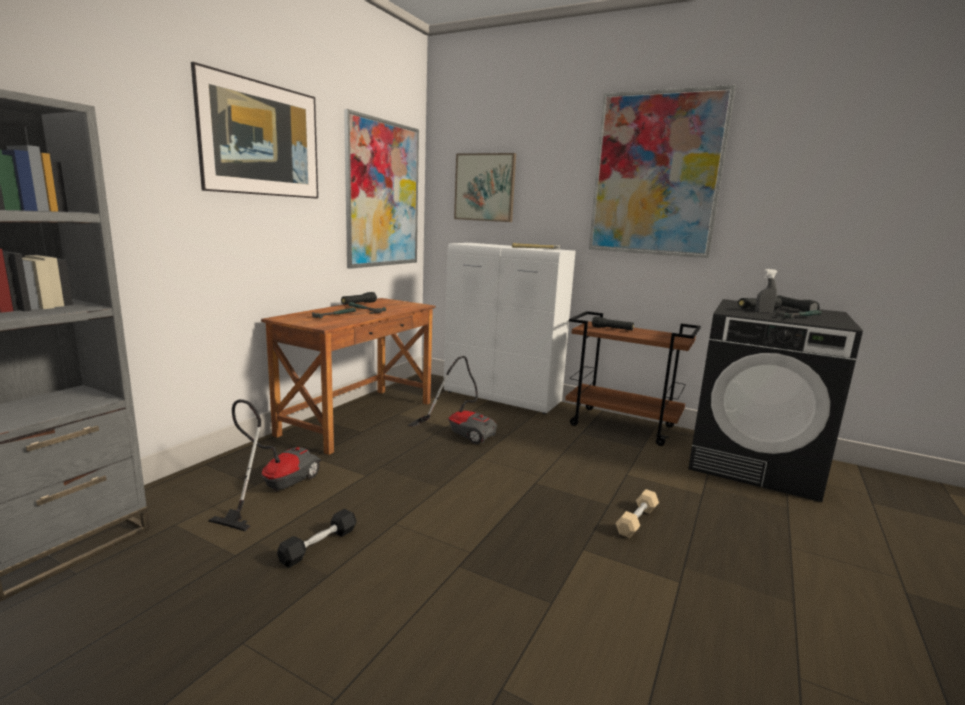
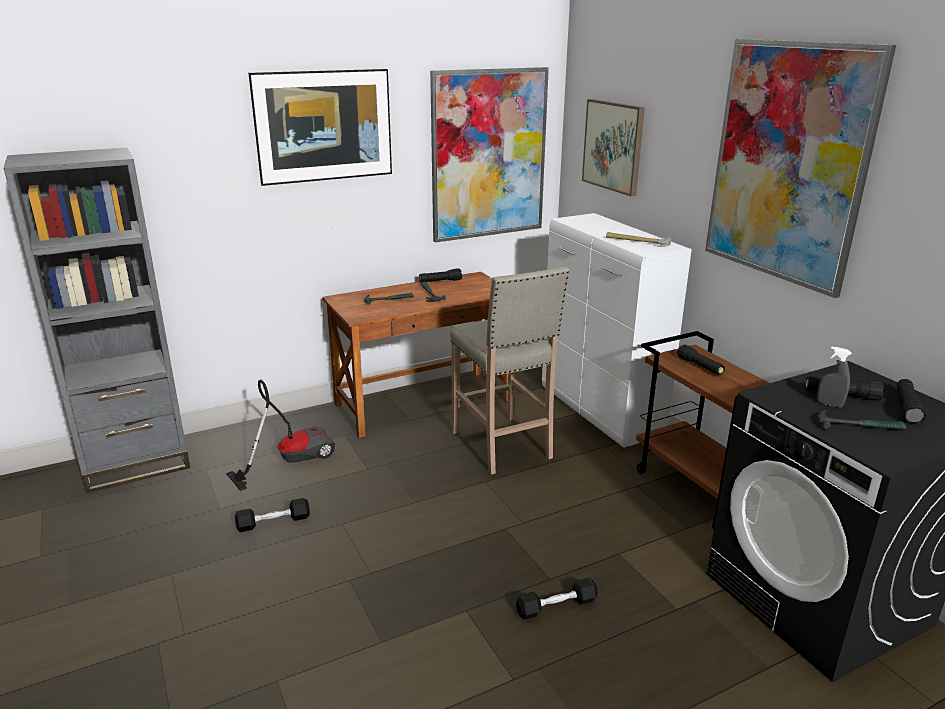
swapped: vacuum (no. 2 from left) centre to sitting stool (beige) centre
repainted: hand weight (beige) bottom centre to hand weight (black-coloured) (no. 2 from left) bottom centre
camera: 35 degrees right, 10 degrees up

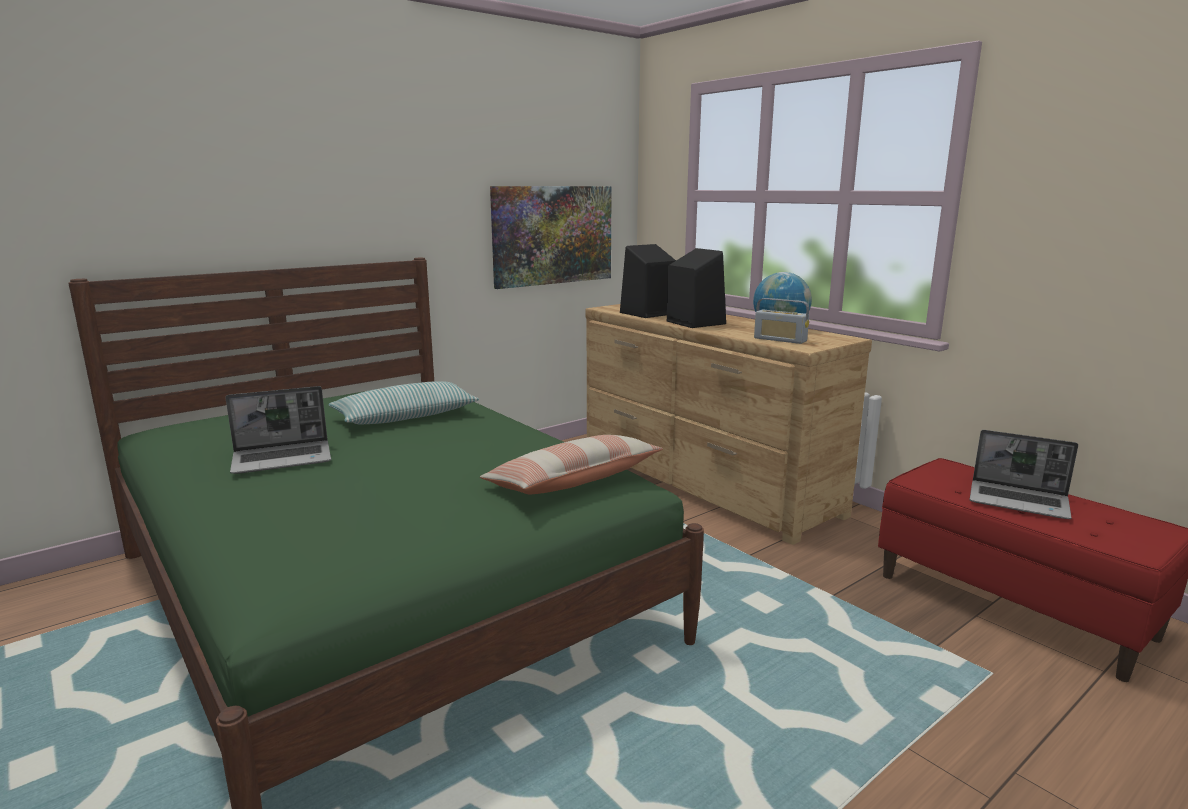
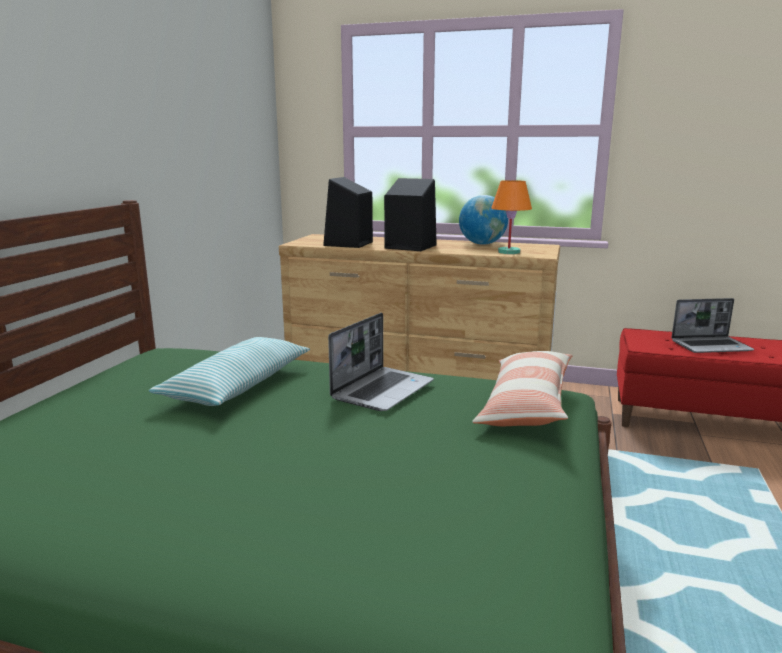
gone: picture top centre
shifted: laptop (no. 1 from left) middle left to centre
swapped: radio receiver centre to table lamp (orangey) top centre
camera: 35 degrees left, 0 degrees up

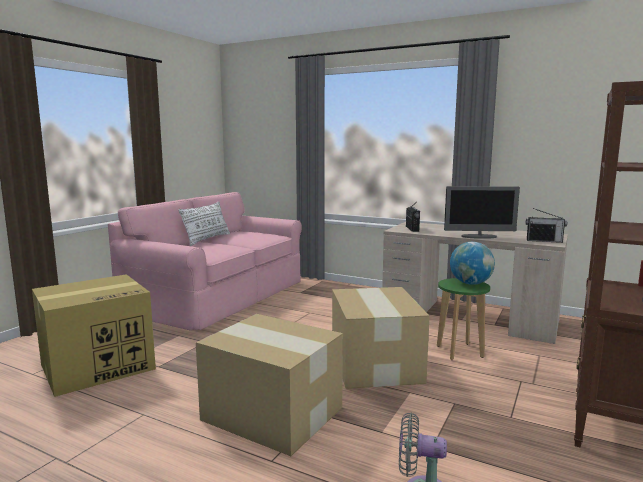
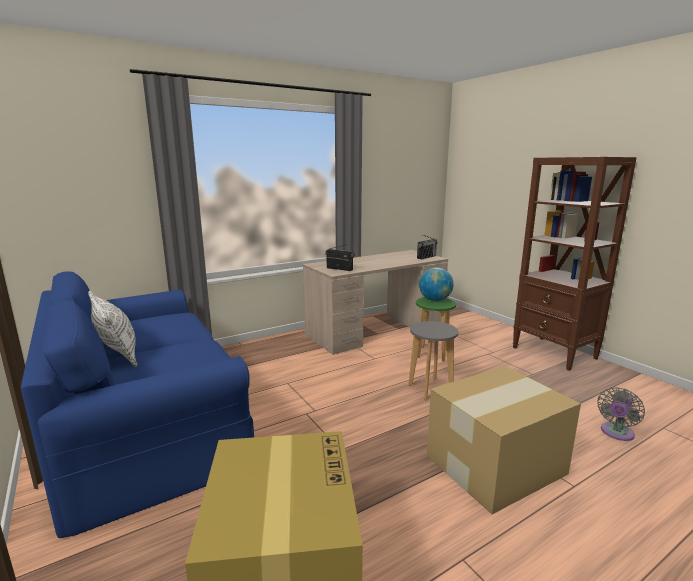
gone: computer screen middle right
swapped: cardboard box (no. 3 from left) bottom centre to sitting stool (greyish) centre
repainted: couch (pink) middle left to couch (bluish) bottom left
camera: 60 degrees left, 5 degrees up

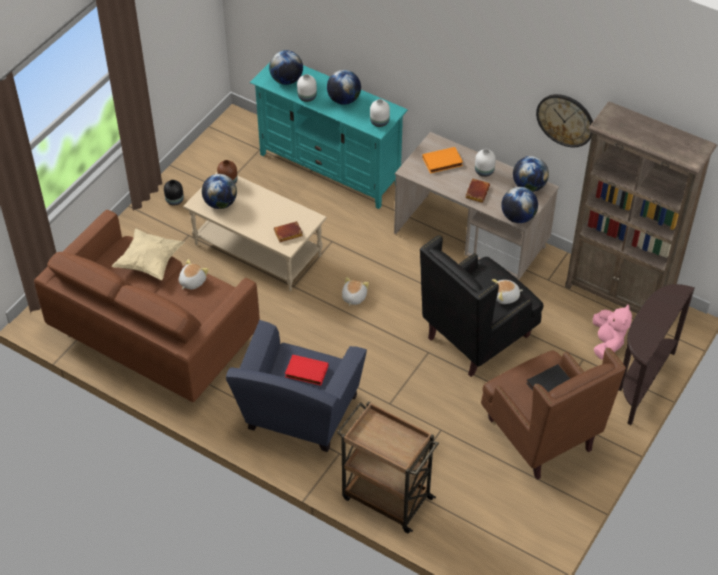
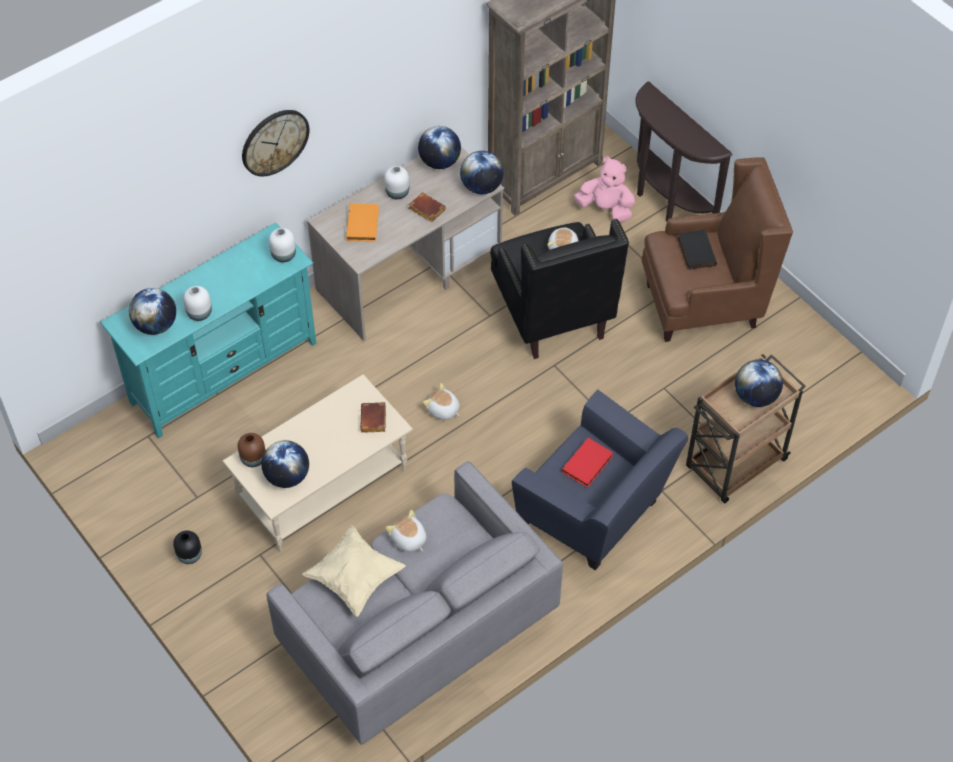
shifted: world globe (no. 3 from left in the first image) top centre to world globe (no. 5 from left) middle right; clock on the wall top right to top left
repainted: couch (brownish) middle left to couch (greyish) bottom centre
camera: 70 degrees left, 5 degrees up

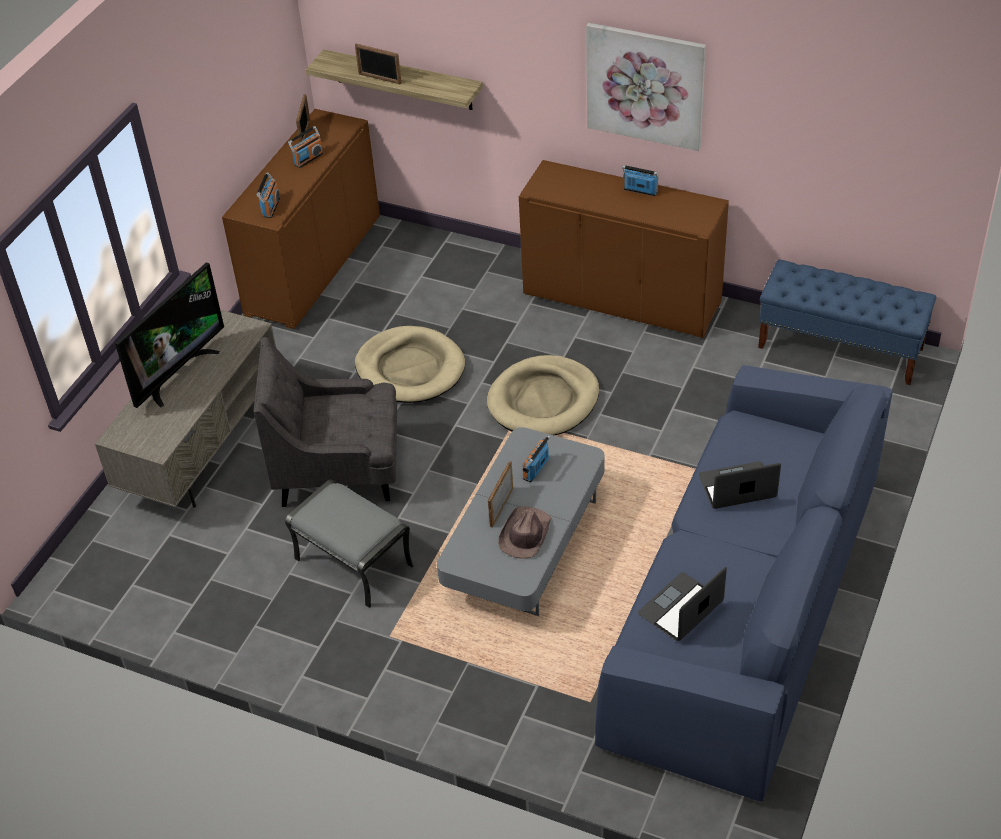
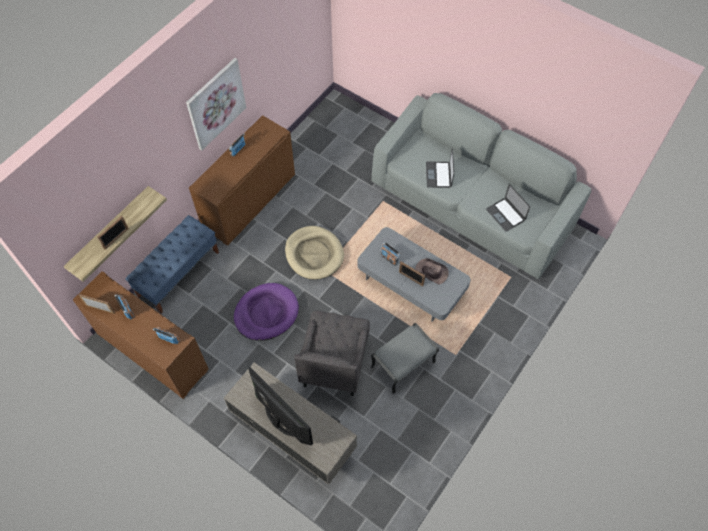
shifted: long seat (bluish) middle right to middle left
repainted: dog cushion (beige) (no. 1 from left) centre to dog cushion (purple-coloured) centre; couch (bluish) bottom right to couch (greyish) middle right
camera: 80 degrees left, 15 degrees up

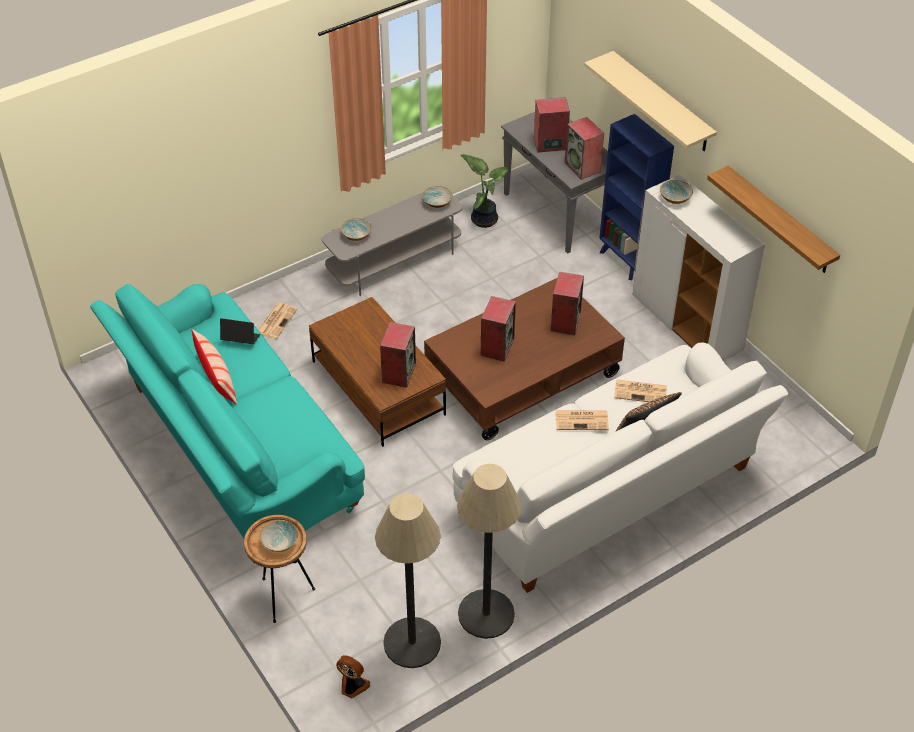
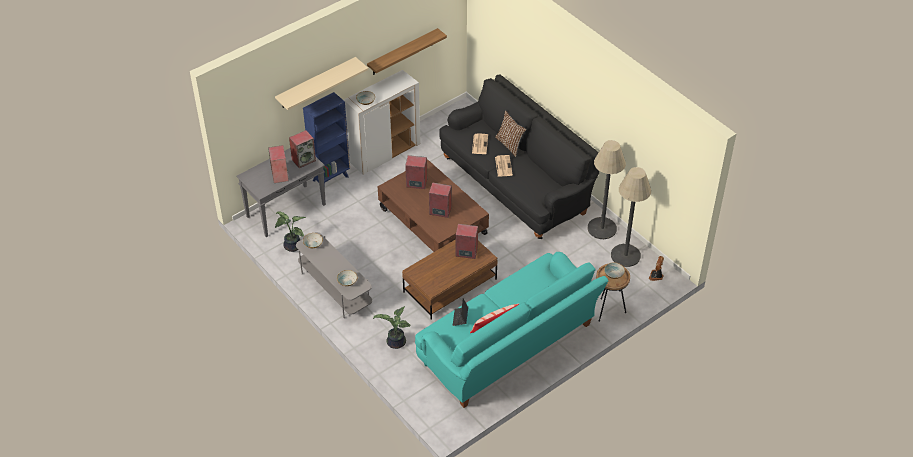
swapped: daily paper (no. 1 from left) middle left to houseplant (no. 2 from left) bottom centre
repainted: couch (whitish) middle right to couch (black-coloured) centre
camera: 95 degrees left, 0 degrees up

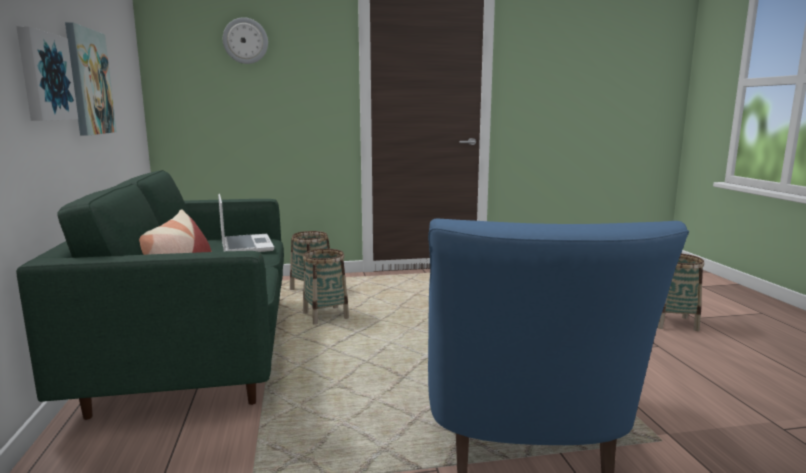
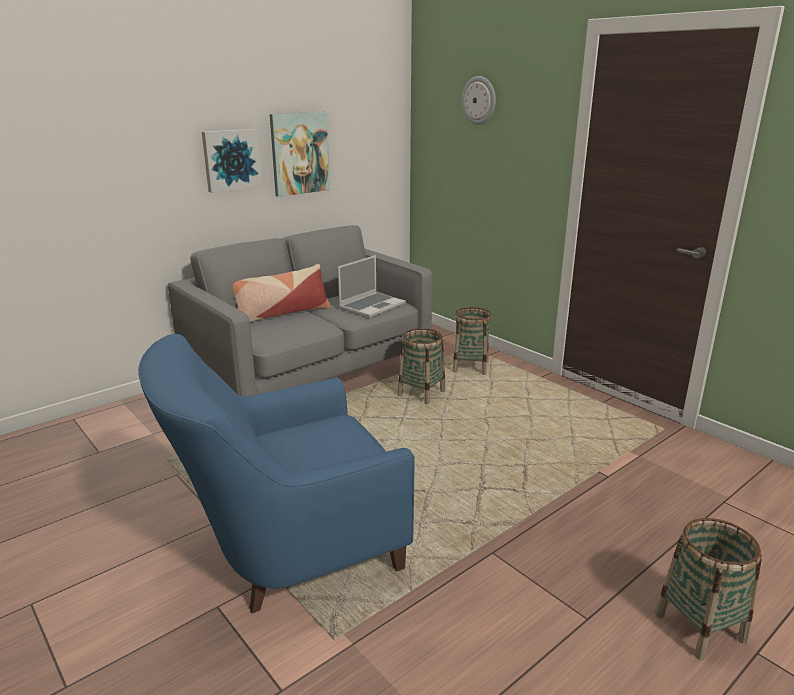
repainted: couch (green) middle left to couch (greyish) centre
camera: 60 degrees right, 10 degrees up

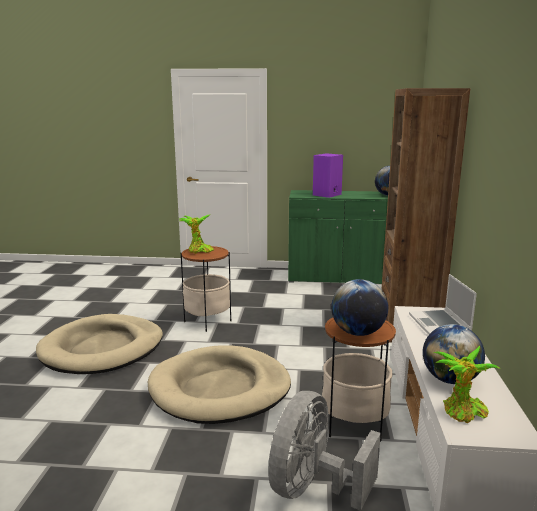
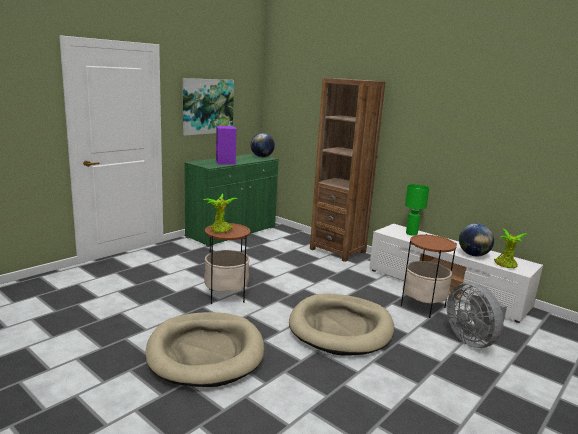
gone: world globe (no. 1 from left) middle right
new: picture top centre
swapped: laptop middle right to table lamp (green) middle right
camera: 55 degrees left, 0 degrees up

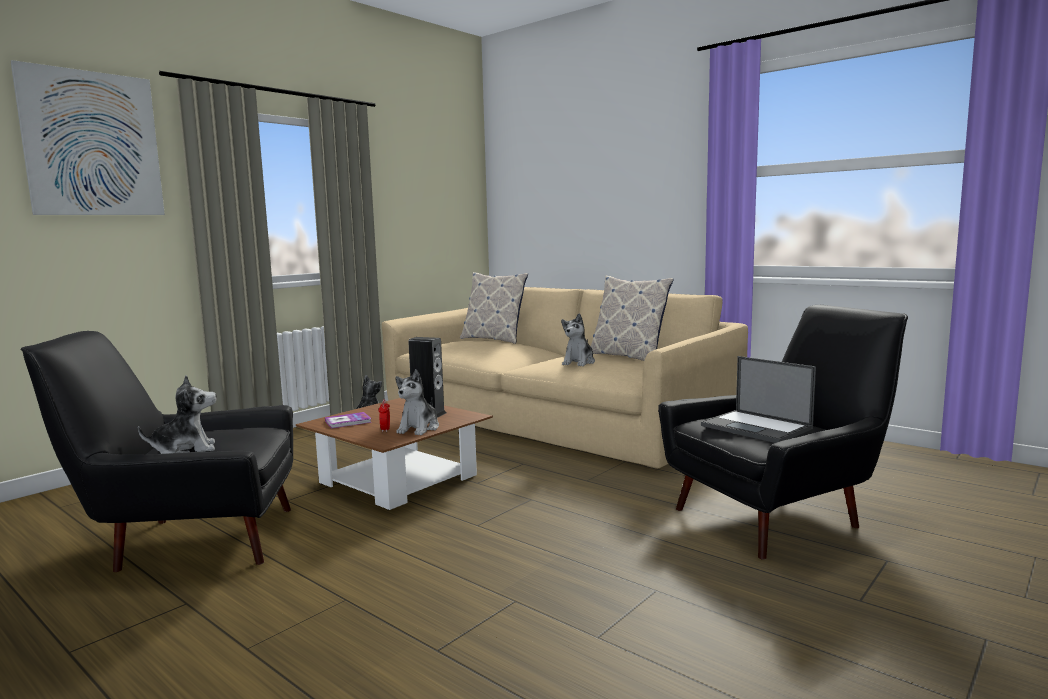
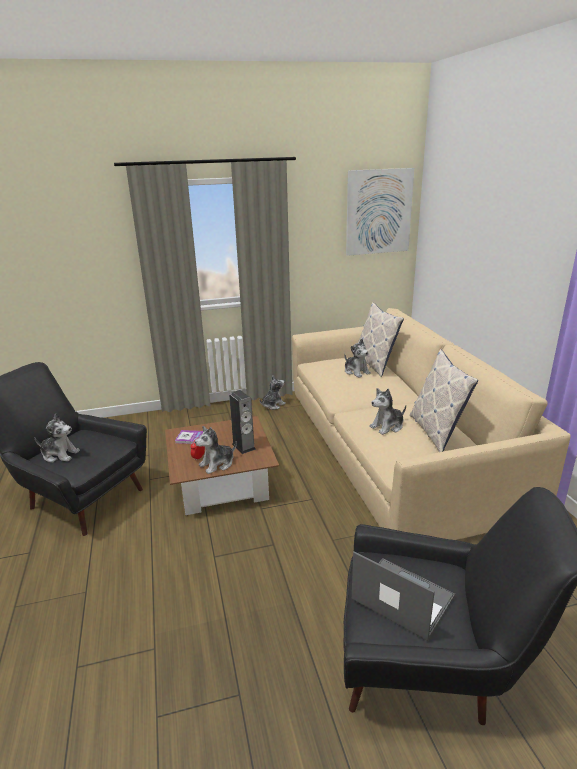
new: cuddly toy (no. 4 from left) centre
shifted: picture top left to top centre
rotated: laptop middle right = bottom right 135 degrees clockwise
camera: 35 degrees right, 15 degrees up

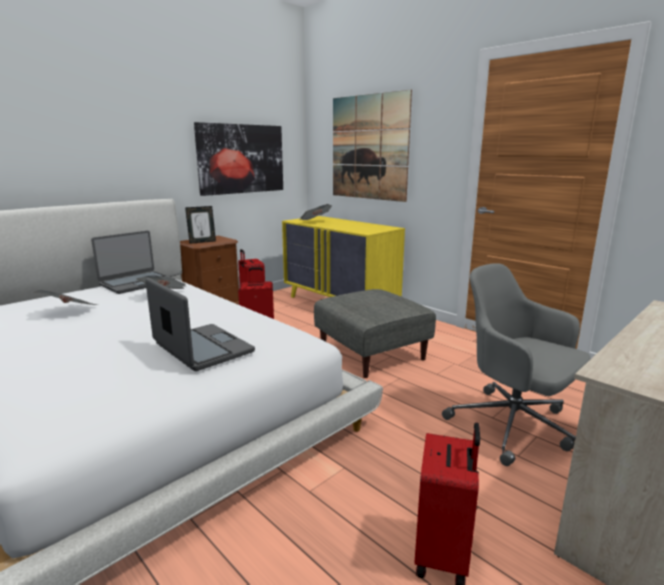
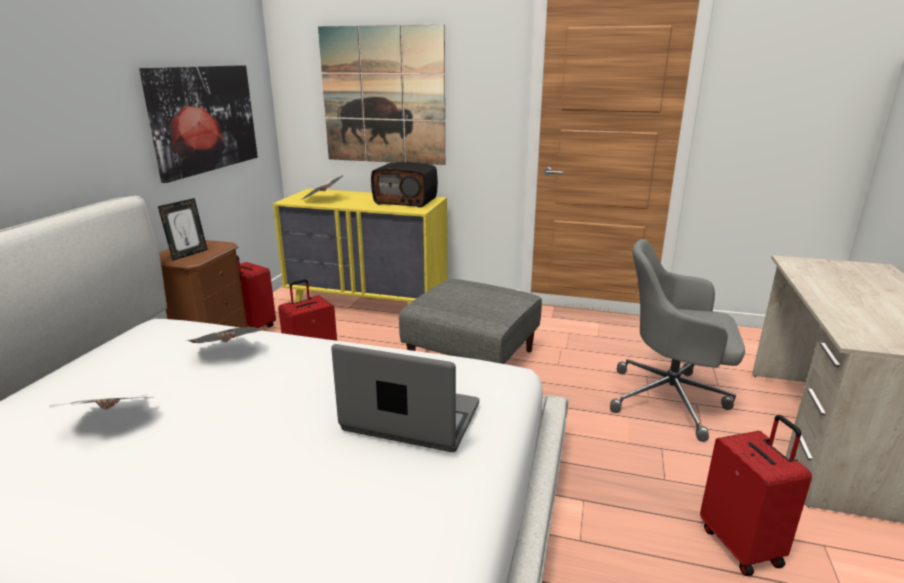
gone: laptop (no. 1 from left) middle left
new: radio receiver top centre
camera: 30 degrees left, 5 degrees up

